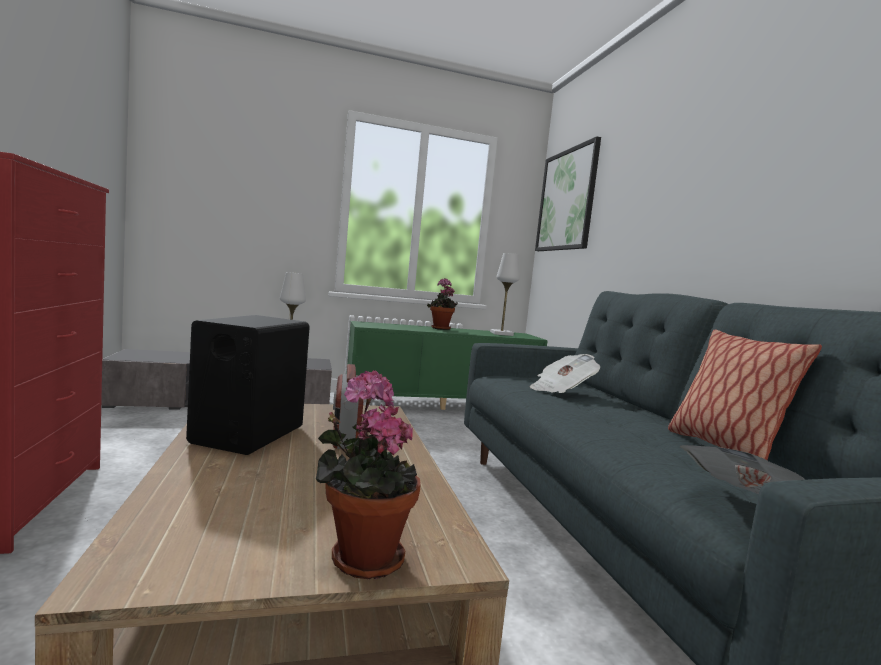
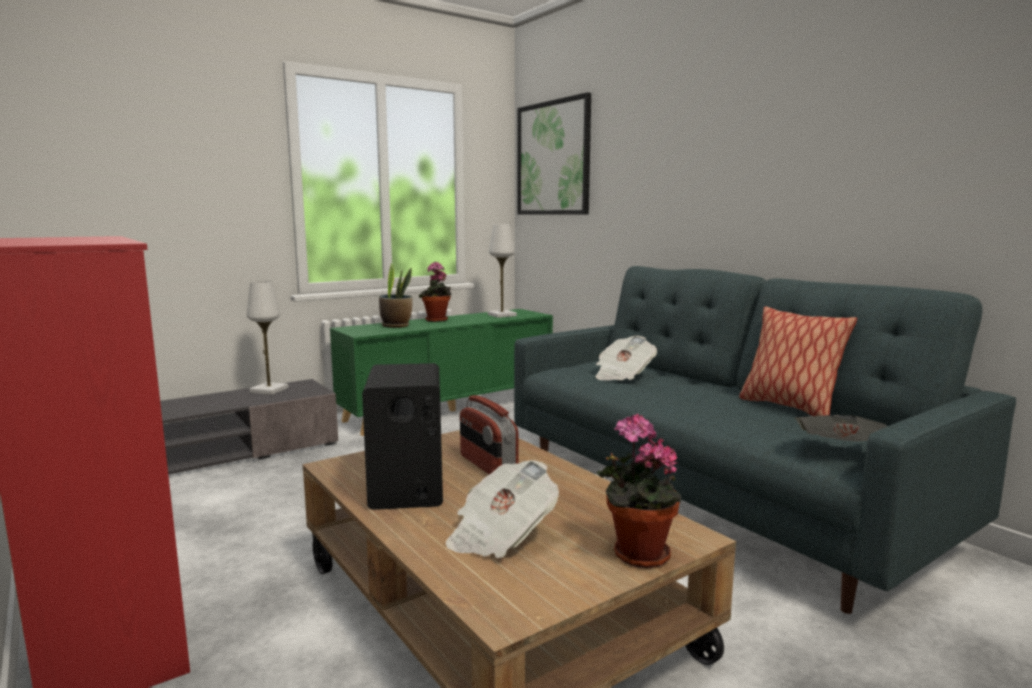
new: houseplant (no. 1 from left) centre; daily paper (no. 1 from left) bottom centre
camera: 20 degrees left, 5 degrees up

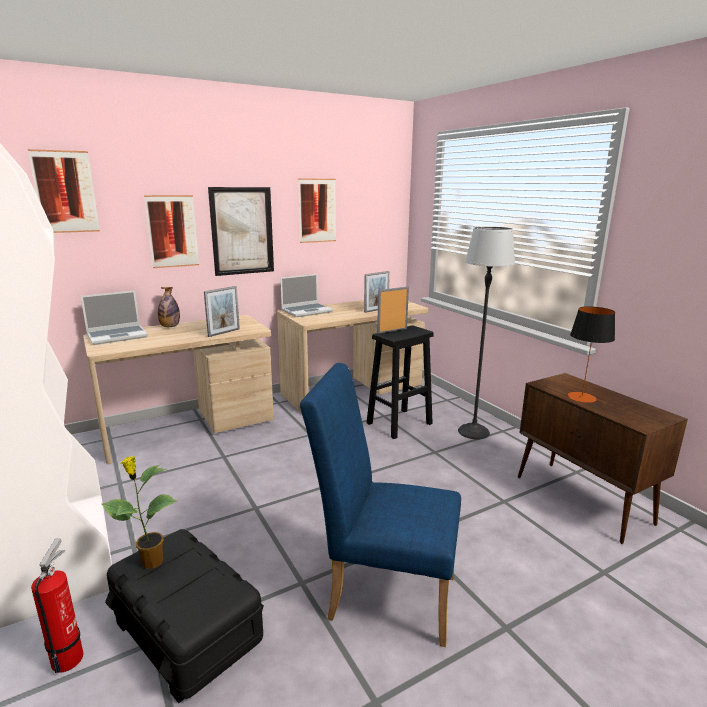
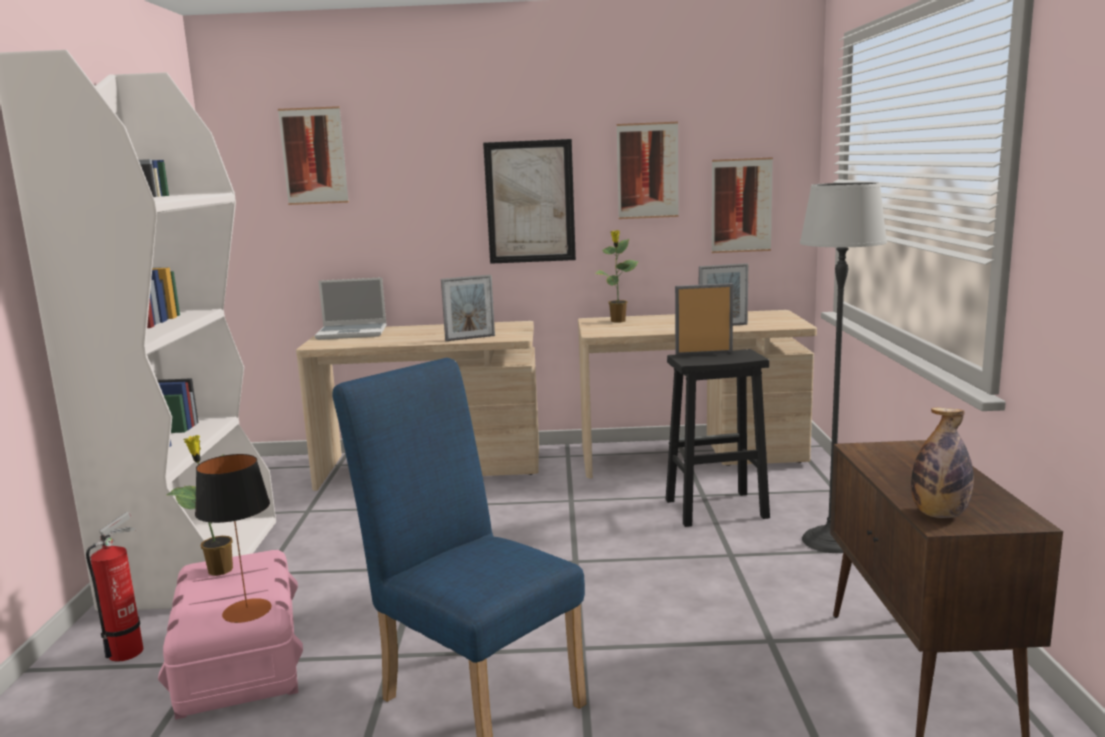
shifted: picture (no. 2 from left in the first image) top left to picture (no. 4 from left) top right; bottle middle left to middle right; table lamp middle right to bottom left
swapped: laptop (no. 2 from left) centre to houseplant (no. 2 from left) centre
repainted: storage container (black-coloured) bottom left to storage container (pink) bottom left
camera: 30 degrees right, 5 degrees down

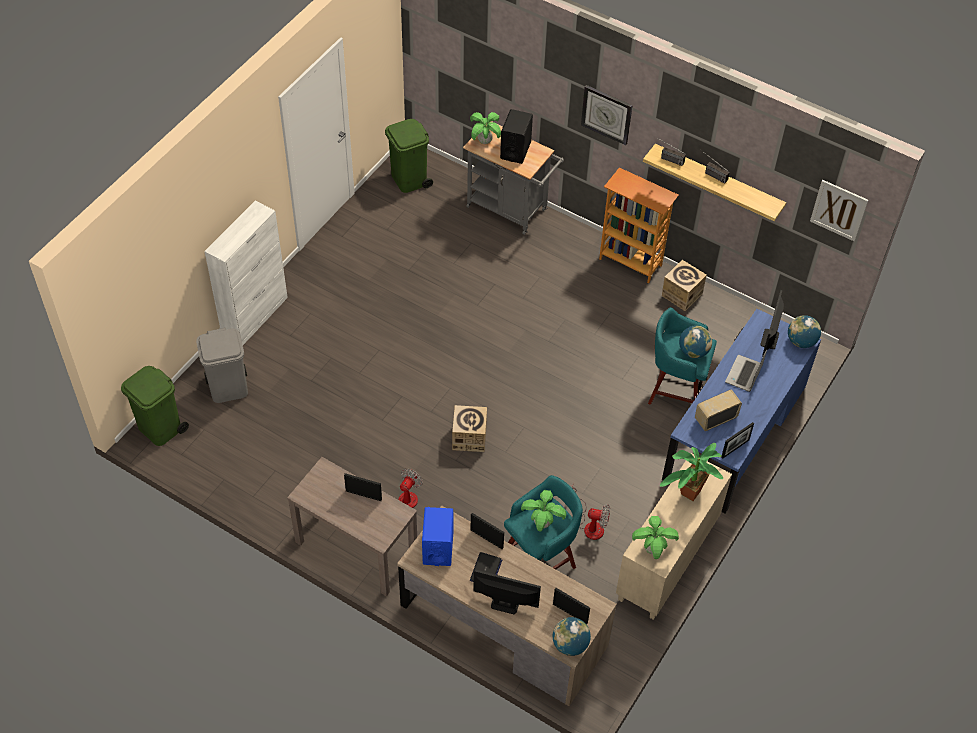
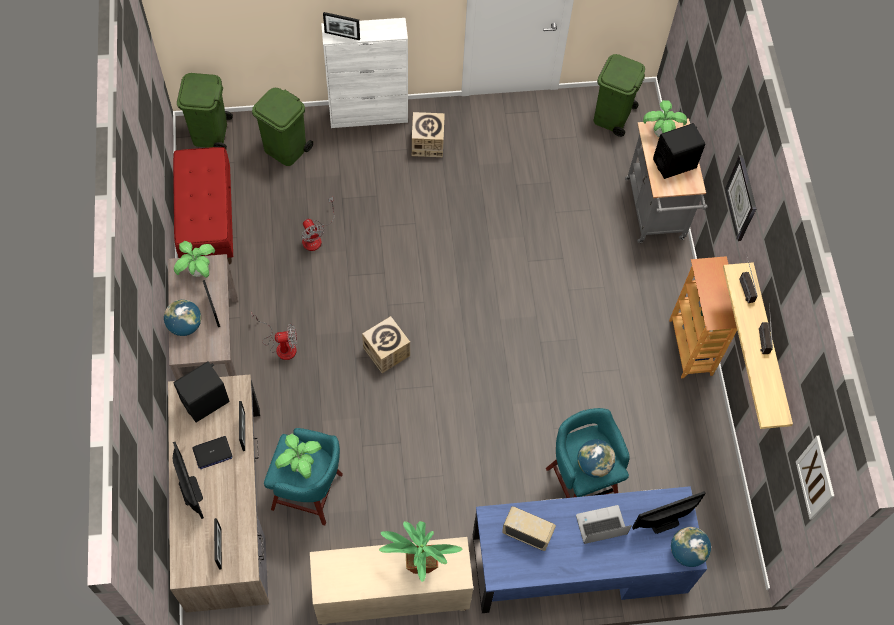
new: long seat (red) top left
shifted: world globe (no. 1 from left) bottom centre to middle left; electric fan (no. 2 from left) bottom centre to centre; houseplant (no. 3 from left in the first image) bottom right to houseplant (no. 1 from left) middle left; cardboard box (no. 2 from left) middle right to top centre; standing frame (no. 4 from left) middle right to top centre
repainted: trash can (greyish) middle left to trash can (green) (no. 2 from left) top left; audio speaker (bluish) bottom centre to audio speaker (black-coloured) (no. 1 from left) middle left
camera: 50 degrees right, 10 degrees up

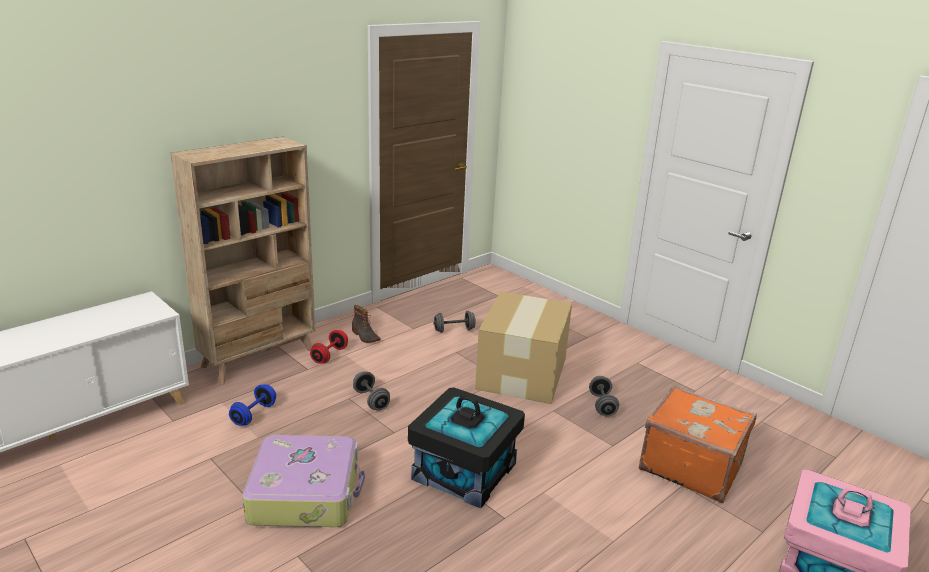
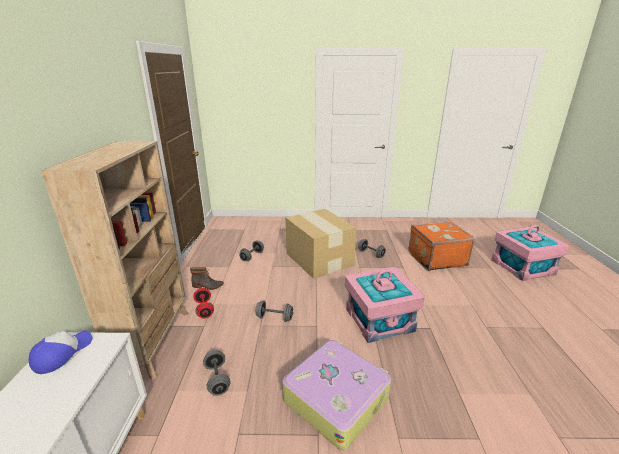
new: baseball cap bottom left
repainted: hand weight (bluish) bottom left to hand weight (greyish) (no. 1 from left) bottom centre; storage container (black-coloured) bottom centre to storage container (pink) (no. 1 from left) bottom centre
camera: 45 degrees left, 0 degrees up

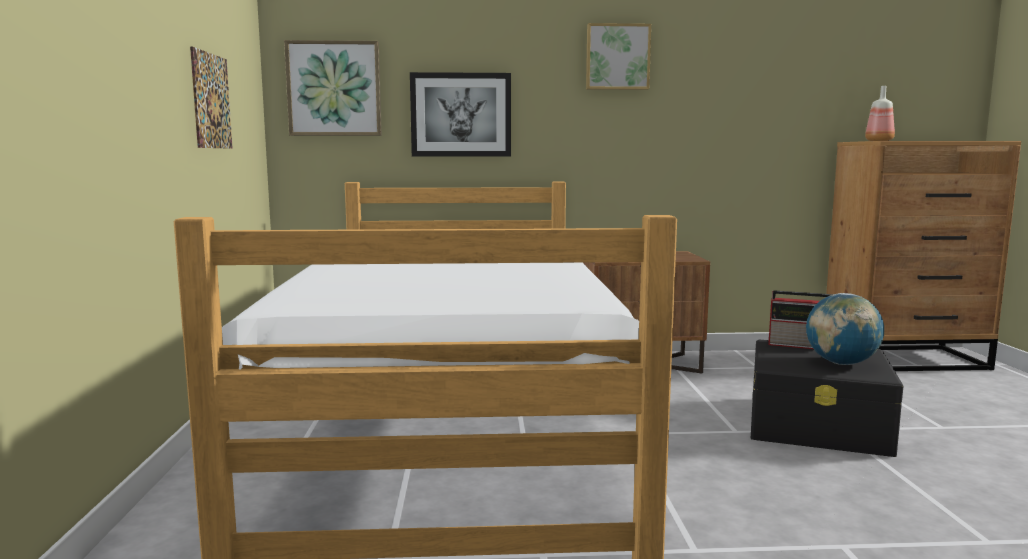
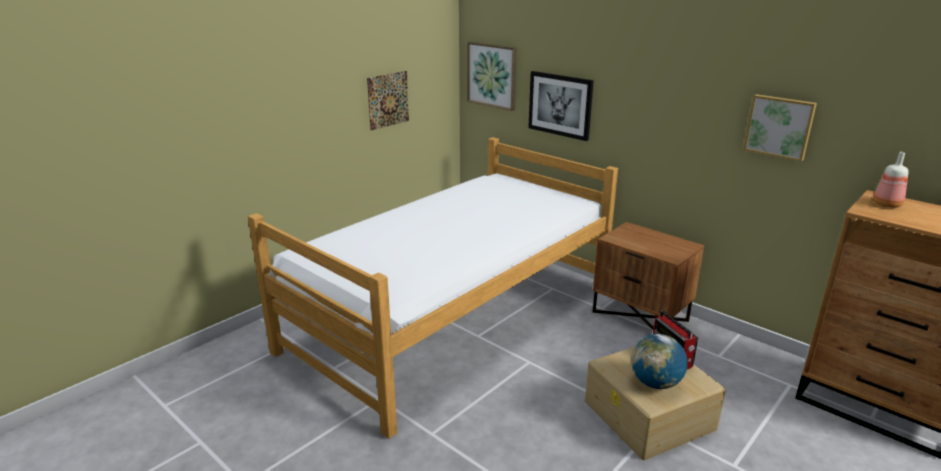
shifted: picture (no. 4 from left) top centre to top right
repainted: storage container (black-coloured) bottom right to storage container (beige) bottom right
camera: 45 degrees right, 15 degrees up

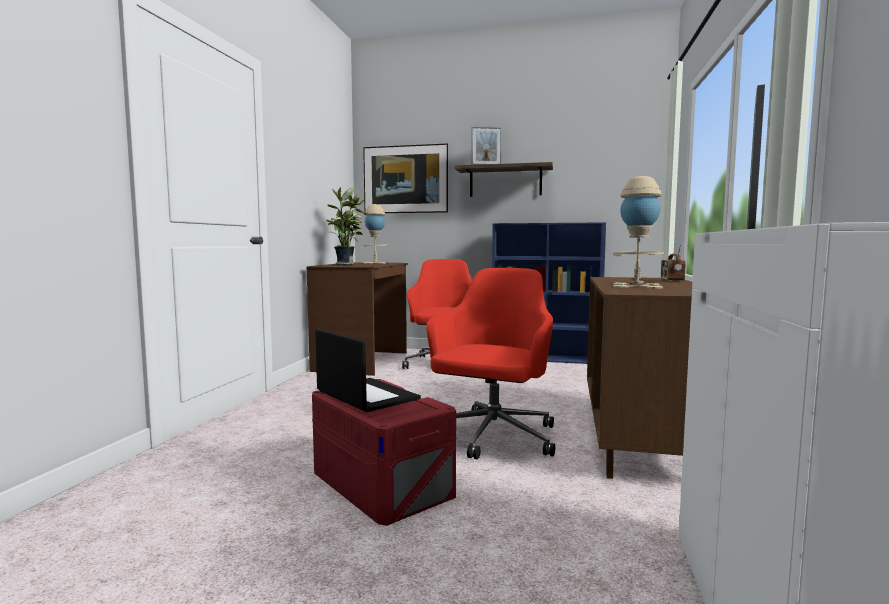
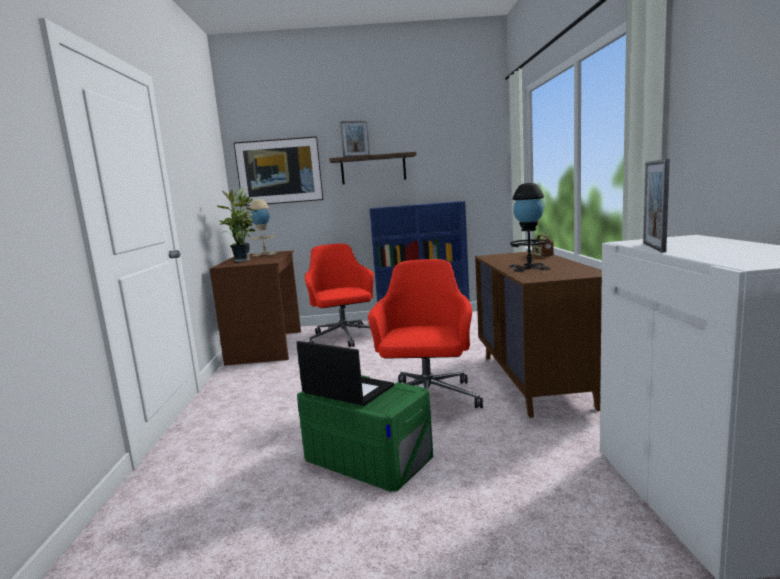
repainted: storage container (red) bottom centre to storage container (green) bottom centre; table lamp (beige) (no. 2 from left) middle right to table lamp (black-coloured) middle right
camera: 15 degrees left, 5 degrees up

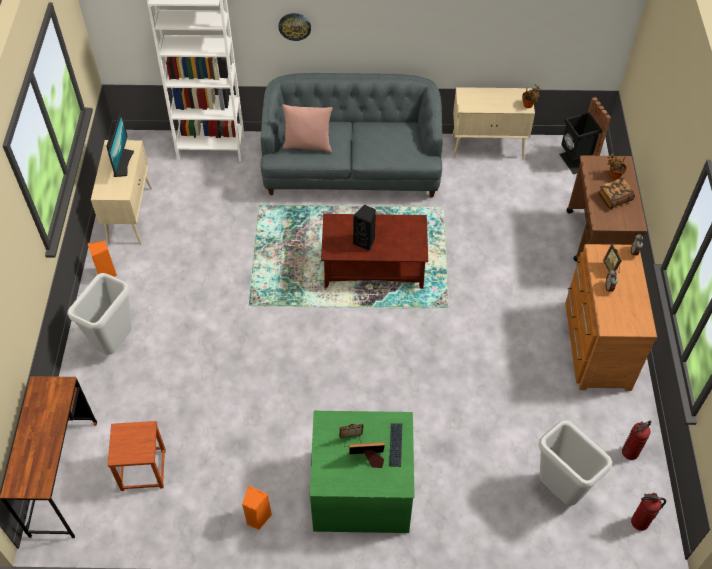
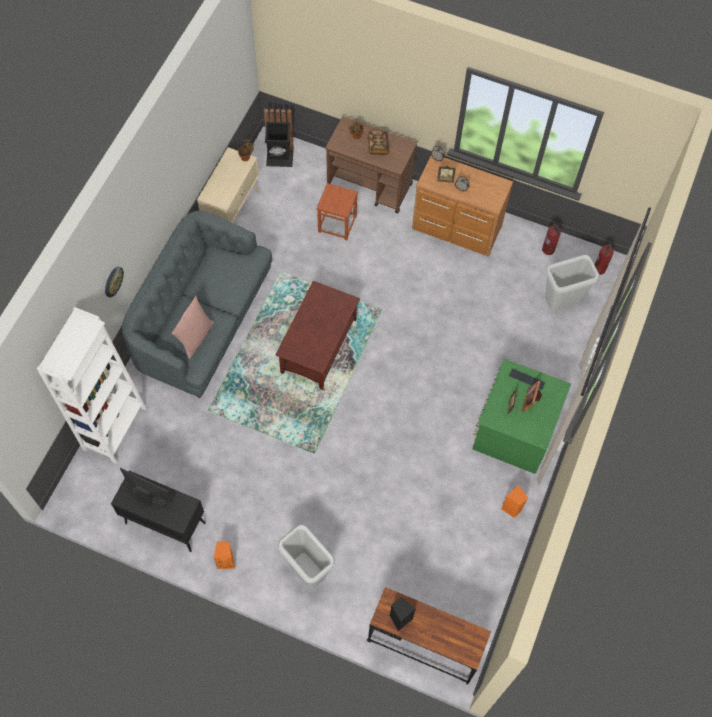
shifted: sitting stool (brownish) bottom left to top centre; audio speaker (black-coloured) centre to bottom centre
repainted: cupboard (beige) (no. 1 from left) middle left to cupboard (black-coloured) bottom left
camera: 70 degrees left, 10 degrees up

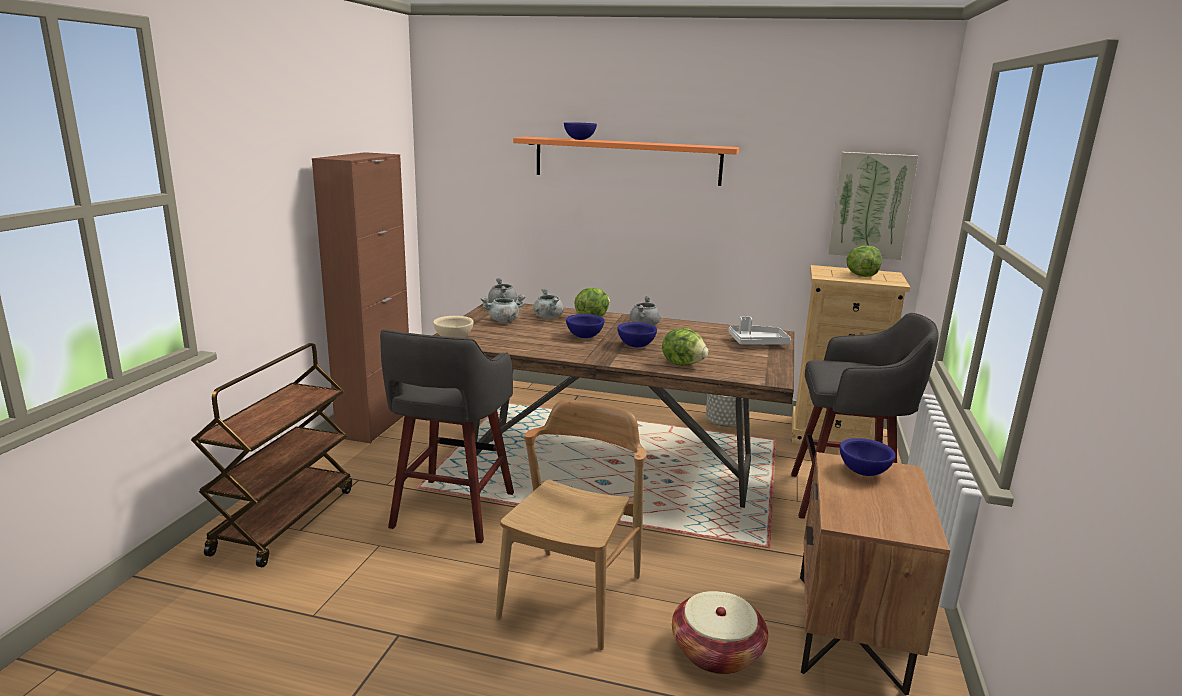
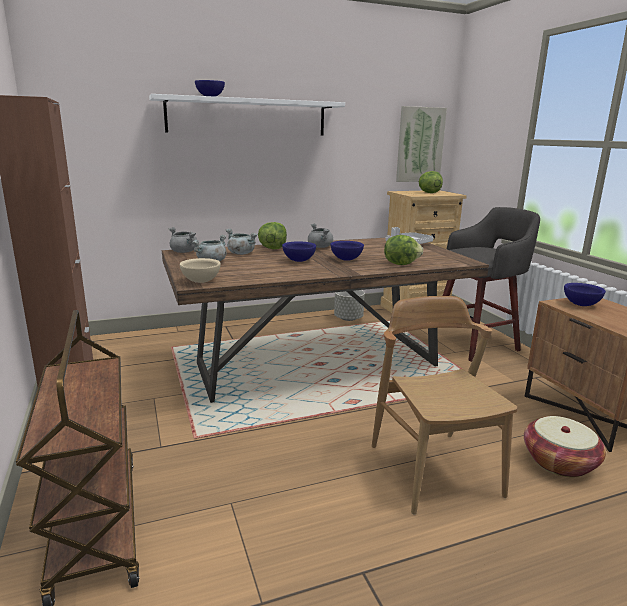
gone: sitting stool (greyish) (no. 1 from left) centre
repainted: wall shelf (orangey) top centre to wall shelf (whitish) top centre
camera: 35 degrees left, 0 degrees up

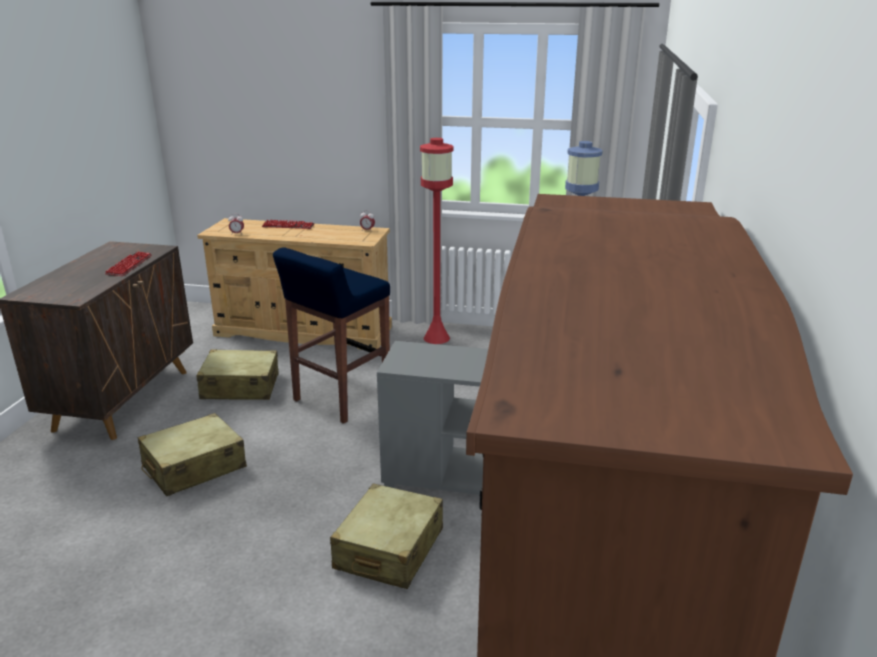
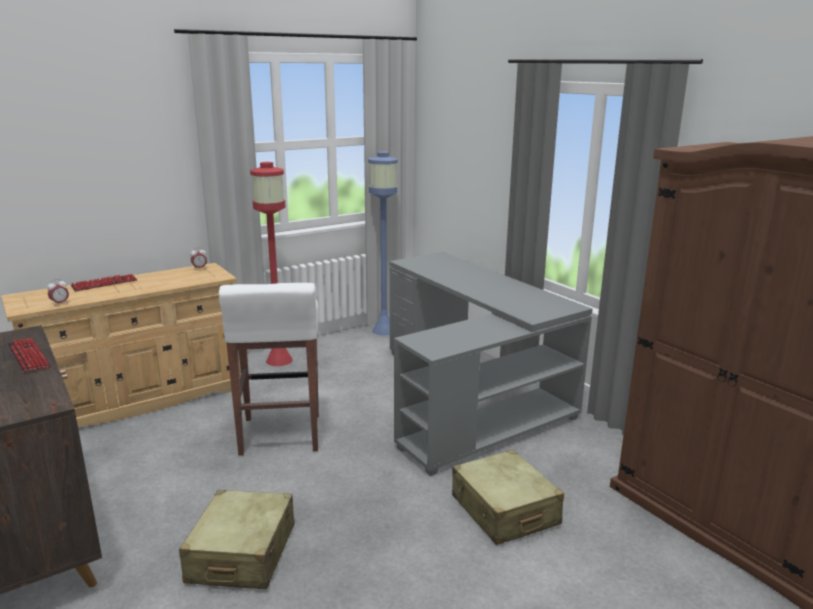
gone: travel case (beige) (no. 2 from left) middle left
repainted: sitting stool (bluish) centre to sitting stool (whitish) middle left
camera: 45 degrees left, 5 degrees down

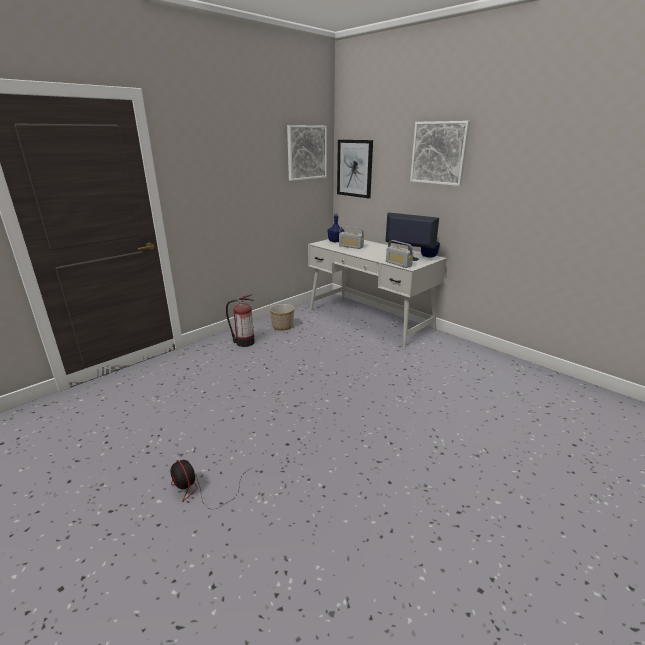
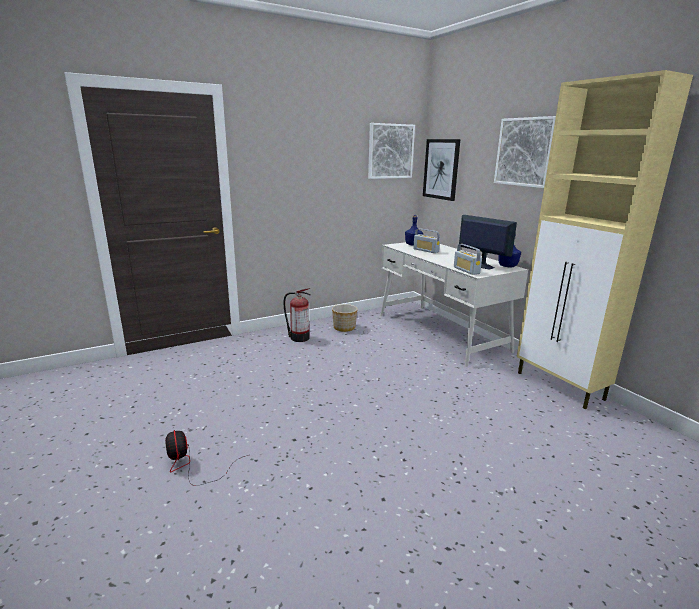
new: cupboard (beige) middle right
camera: 15 degrees right, 5 degrees down

